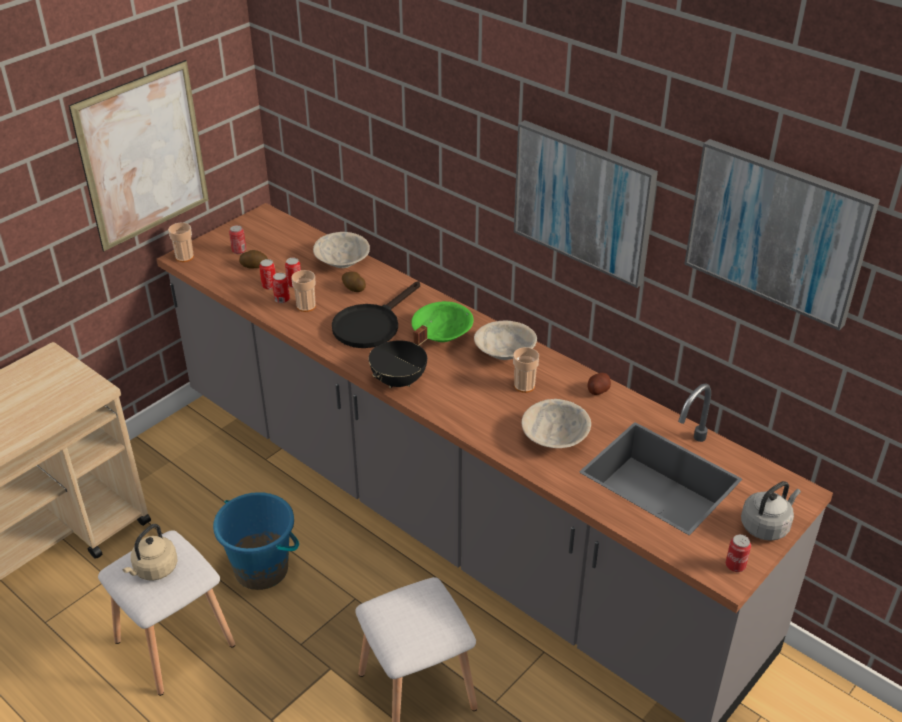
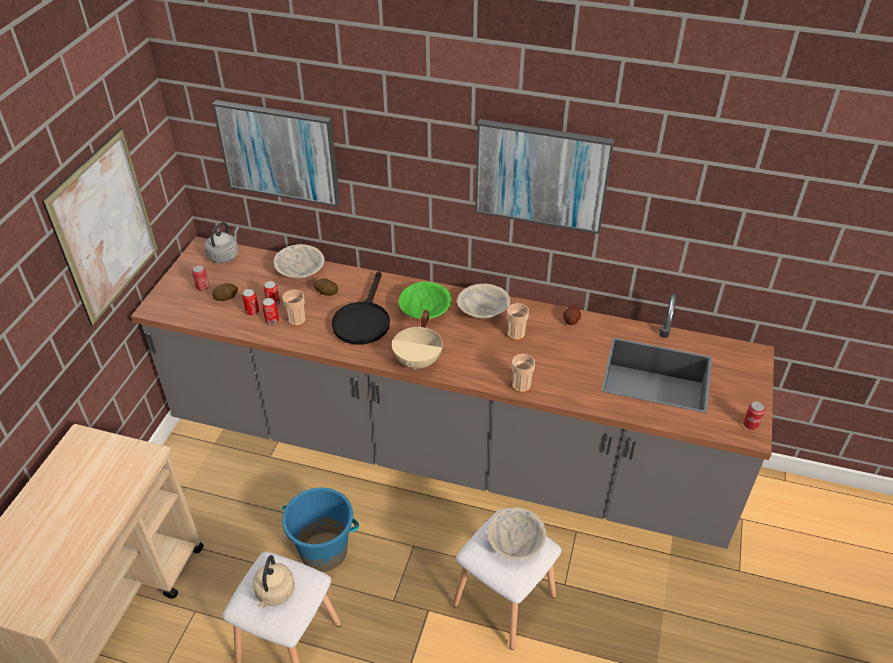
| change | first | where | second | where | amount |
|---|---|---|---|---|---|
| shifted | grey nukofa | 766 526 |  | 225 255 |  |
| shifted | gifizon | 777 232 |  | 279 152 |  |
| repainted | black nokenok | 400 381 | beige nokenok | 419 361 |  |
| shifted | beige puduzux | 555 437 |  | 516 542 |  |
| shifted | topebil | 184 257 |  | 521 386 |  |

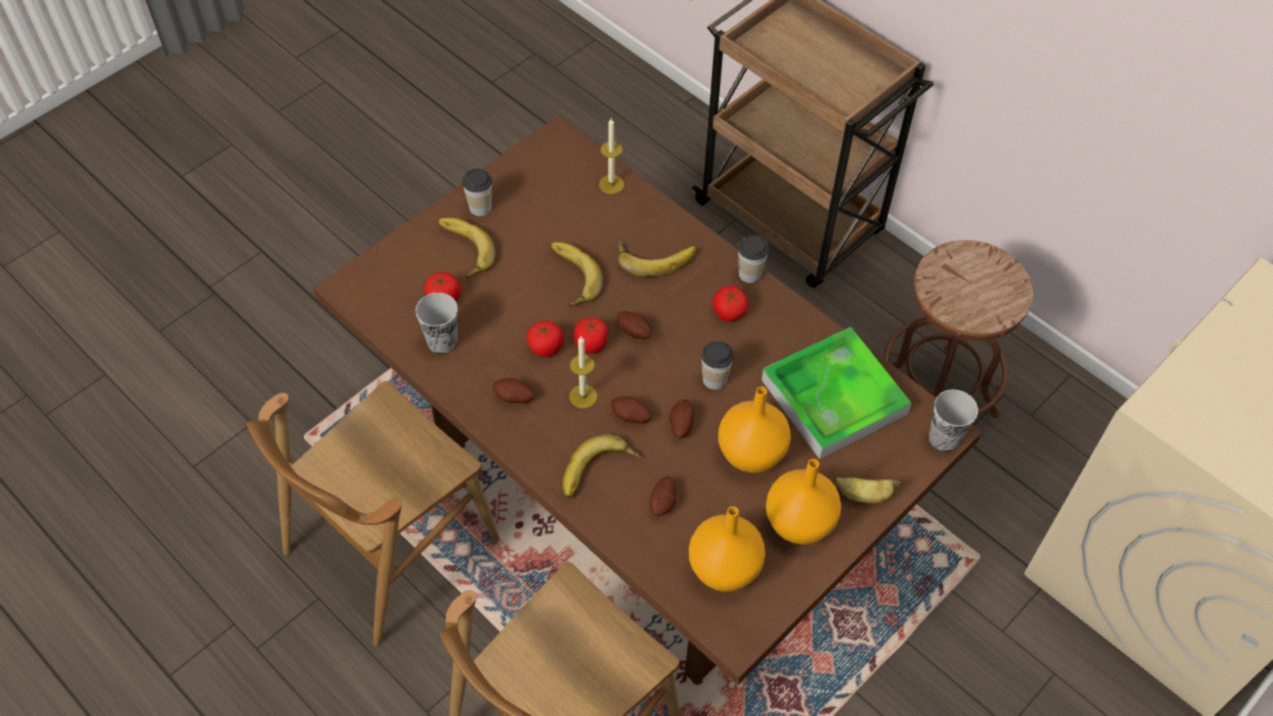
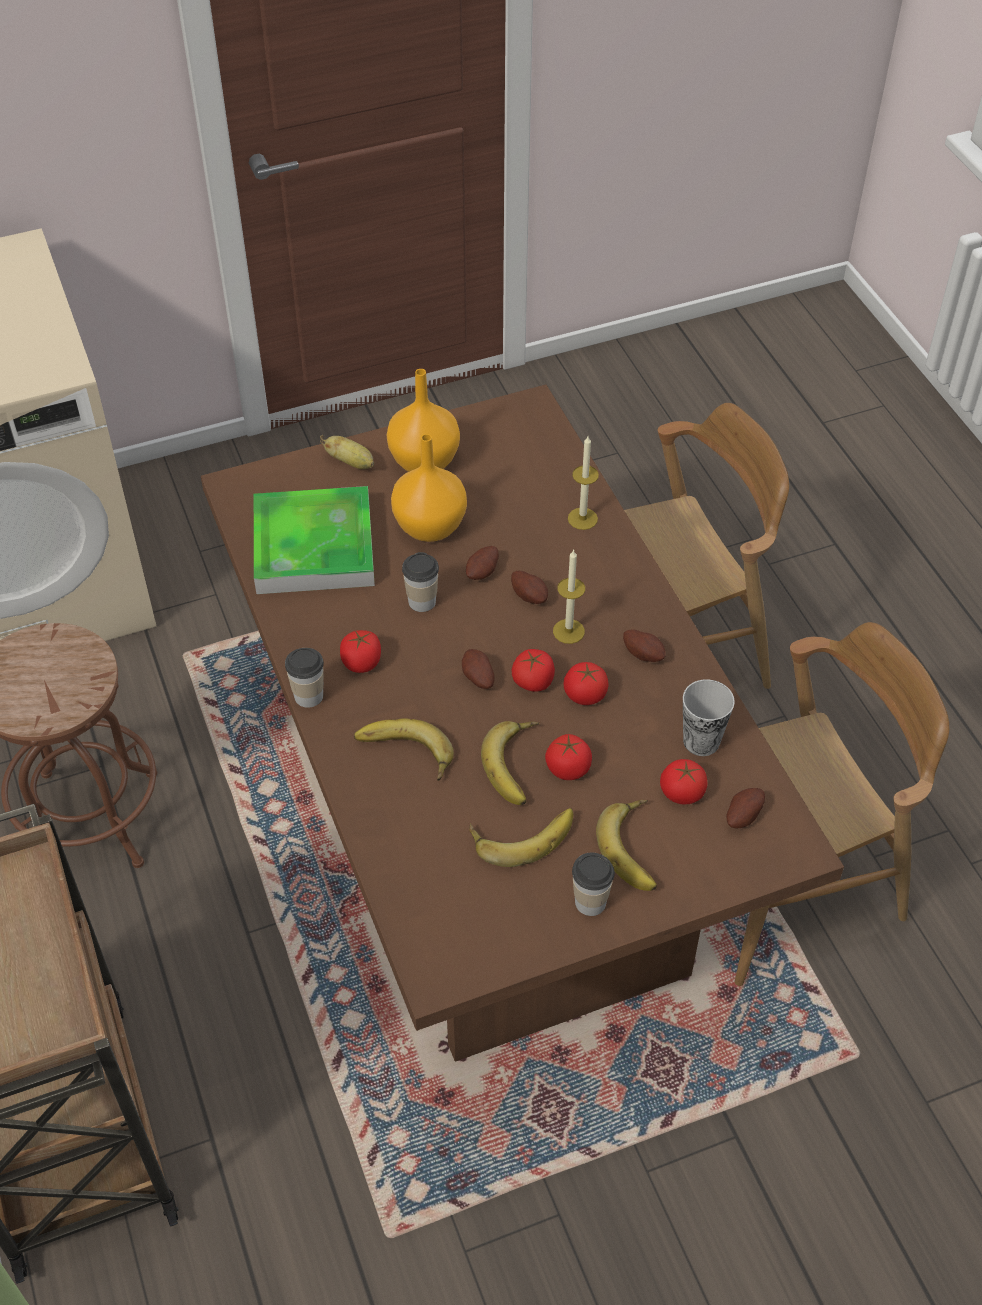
| change | first | where | second | where | amount |
|---|---|---|---|---|---|
| shifted | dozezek | 598 473 |  | 522 834 |  |
| new |  |  | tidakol | 568 768 |  |
| shifted | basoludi | 611 184 |  | 582 518 |  |
| shifted | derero | 663 502 |  | 742 815 |  |
| gone | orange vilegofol | 725 569 |  |  |  |
| gone | topebil | 944 438 |  |  |  |

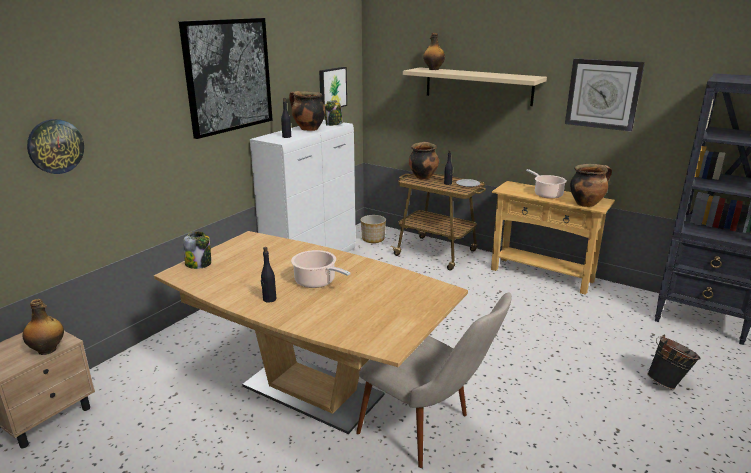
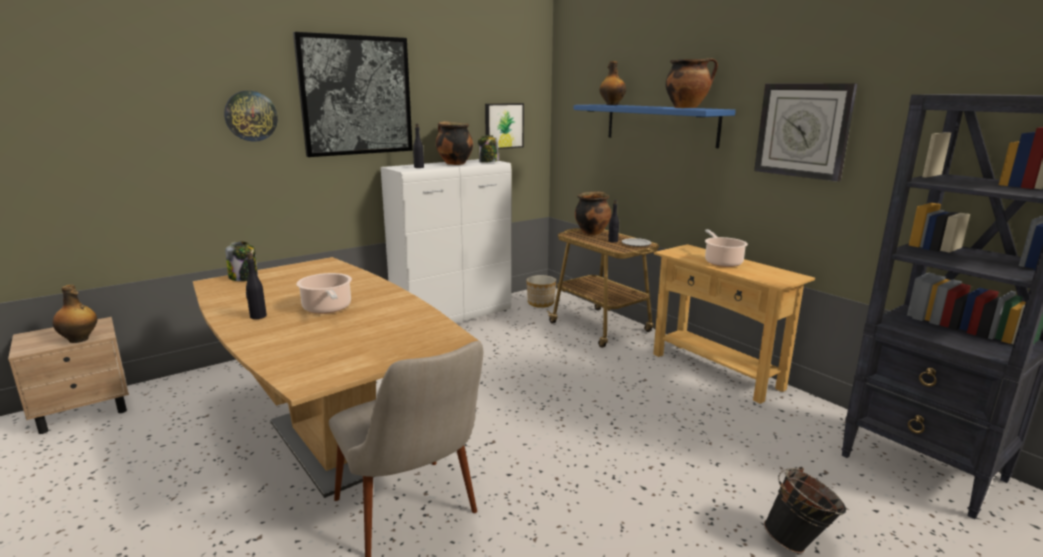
| change | first | where | second | where | amount |
|---|---|---|---|---|---|
| shifted | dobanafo | 55 146 |  | 251 116 |  |
| repainted | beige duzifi | 478 86 | blue duzifi | 660 124 |  |
| shifted | nokenok | 586 204 |  | 687 108 |  |

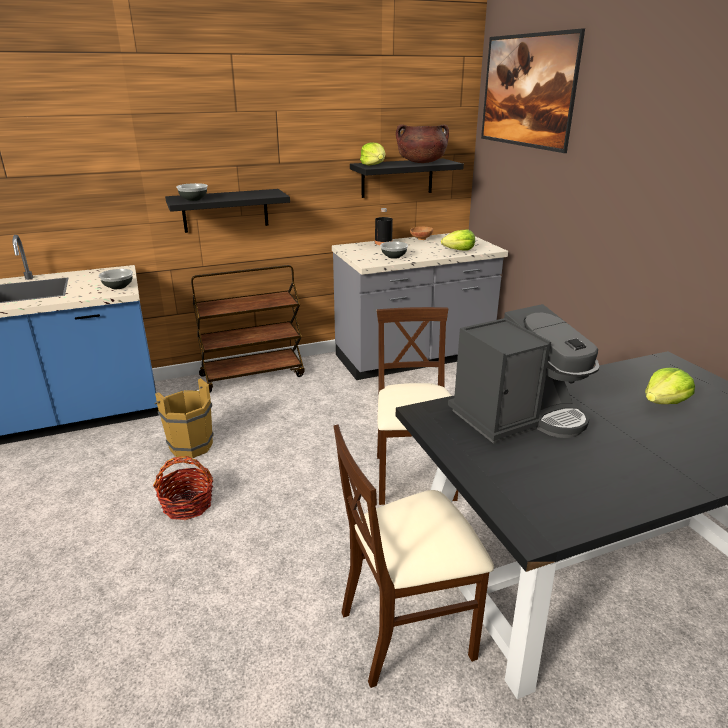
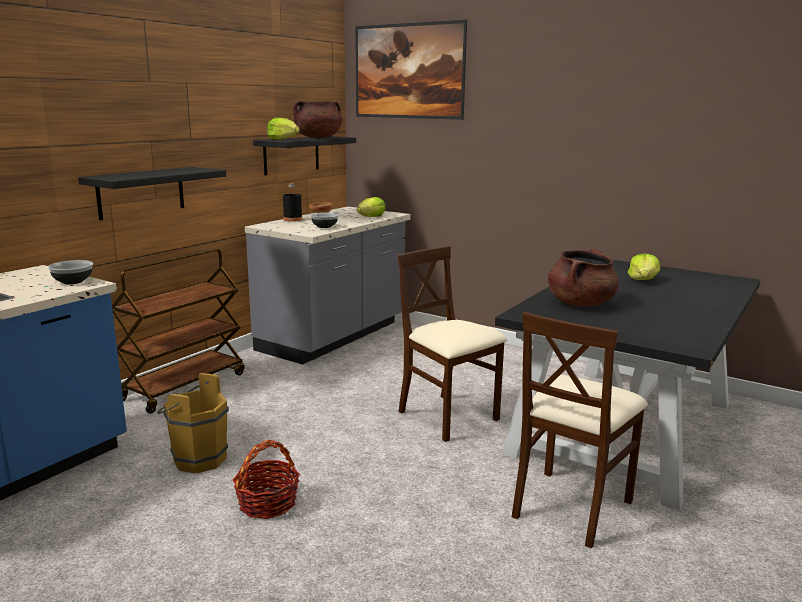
| change | first | where | second | where | amount |
|---|---|---|---|---|---|
| swapped | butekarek | 518 416 | brown nokenok | 580 303 |  |
| gone | puduzux | 194 199 |  |  |  |

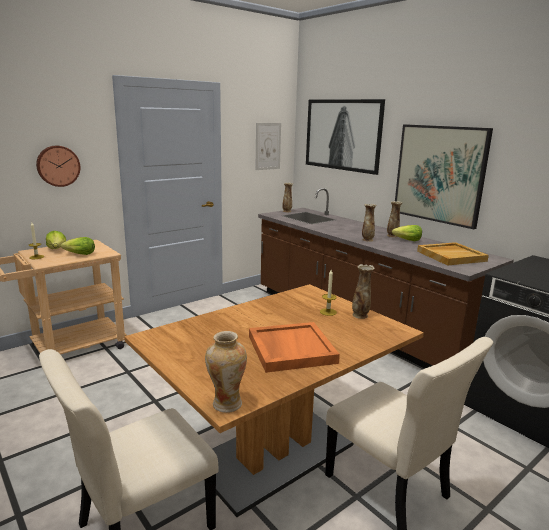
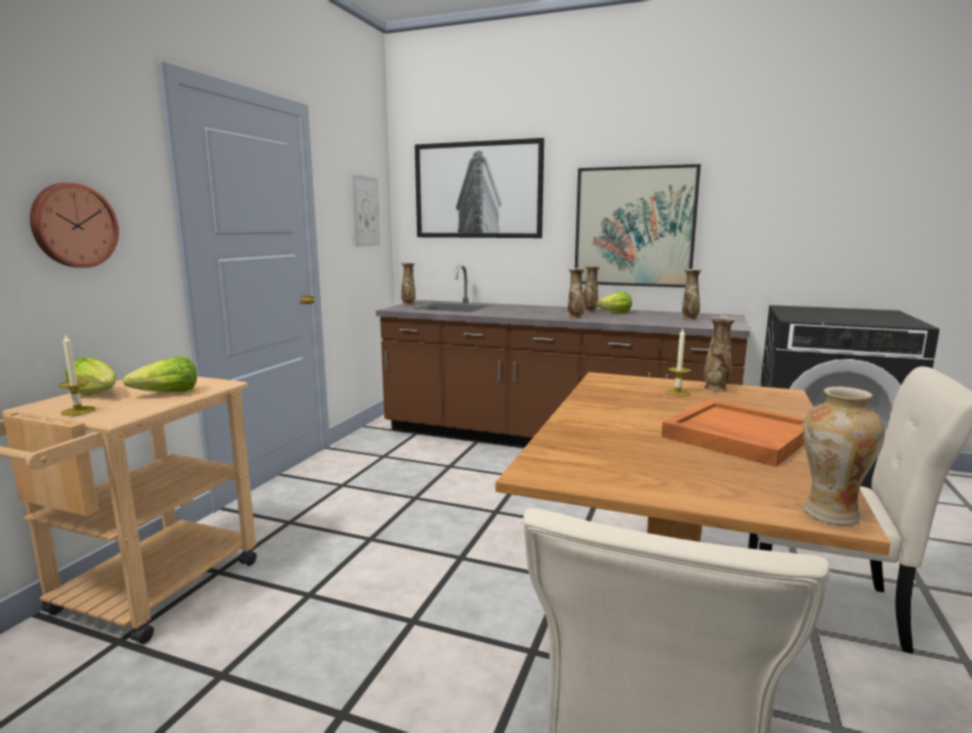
| change | first | where | second | where | amount |
|---|---|---|---|---|---|
| swapped | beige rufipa | 451 256 | vilegofol | 689 319 |  |

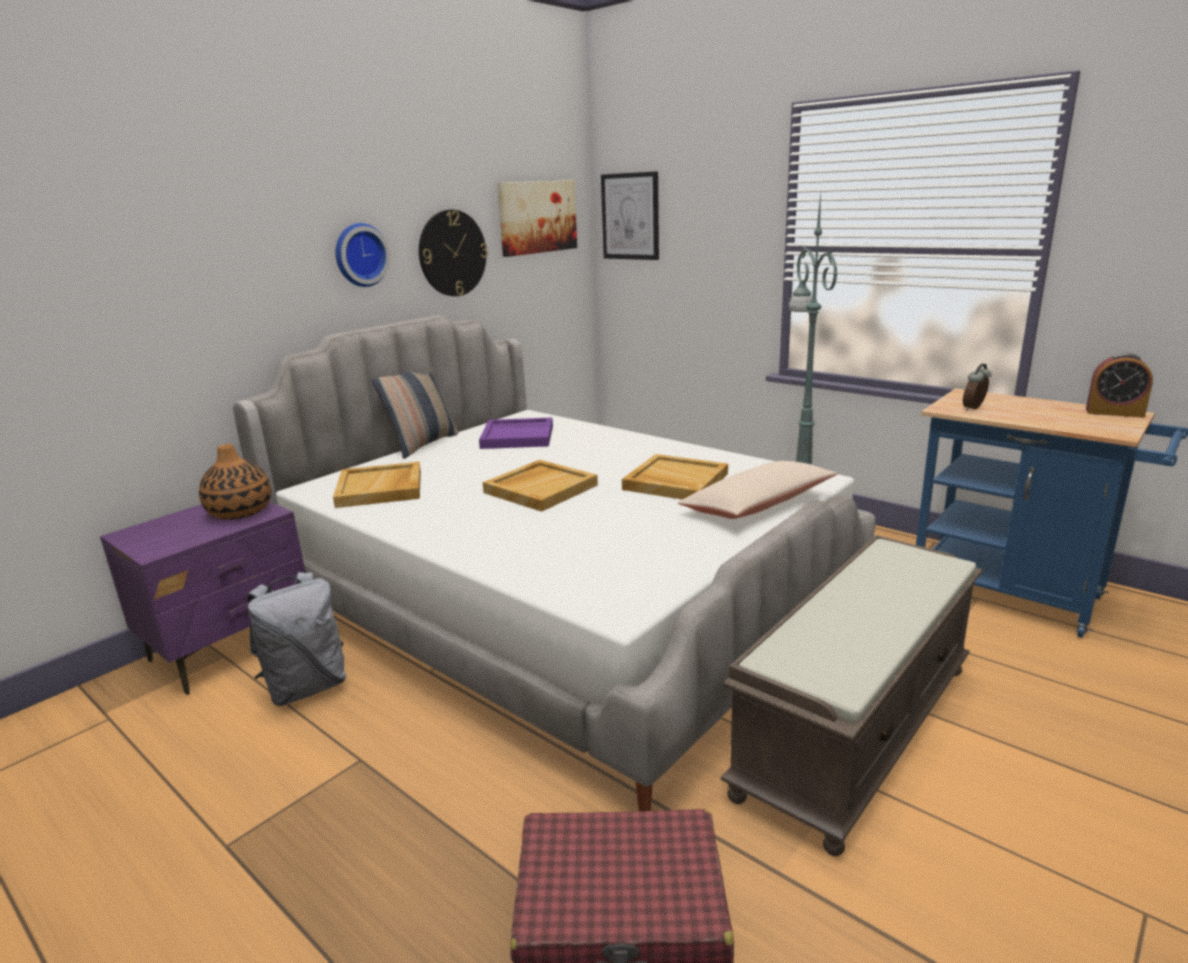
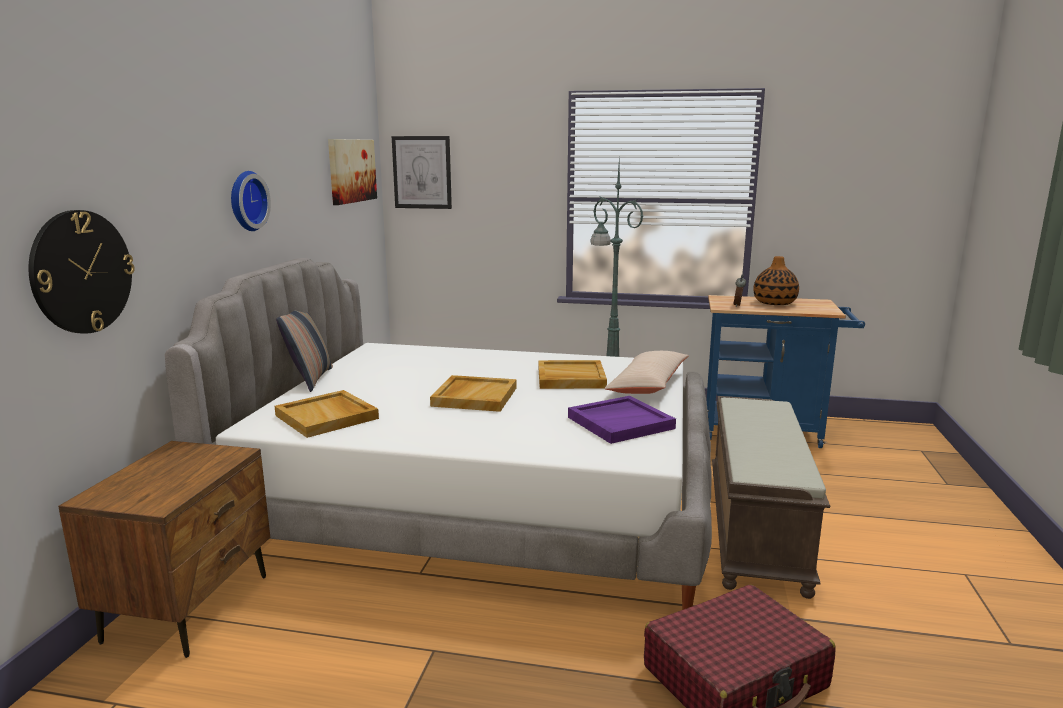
| change | first | where | second | where | amount |
|---|---|---|---|---|---|
| shifted | dobanafo | 452 253 |  | 81 272 |  |
| repainted | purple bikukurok | 231 648 | brown bikukurok | 190 607 |  |
| shifted | purple rufipa | 518 436 |  | 620 422 |  |
| shifted | vilegofol | 240 512 |  | 774 303 |  |
| gone | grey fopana | 307 687 |  |  |  |
| gone | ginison | 1114 412 |  |  |  |

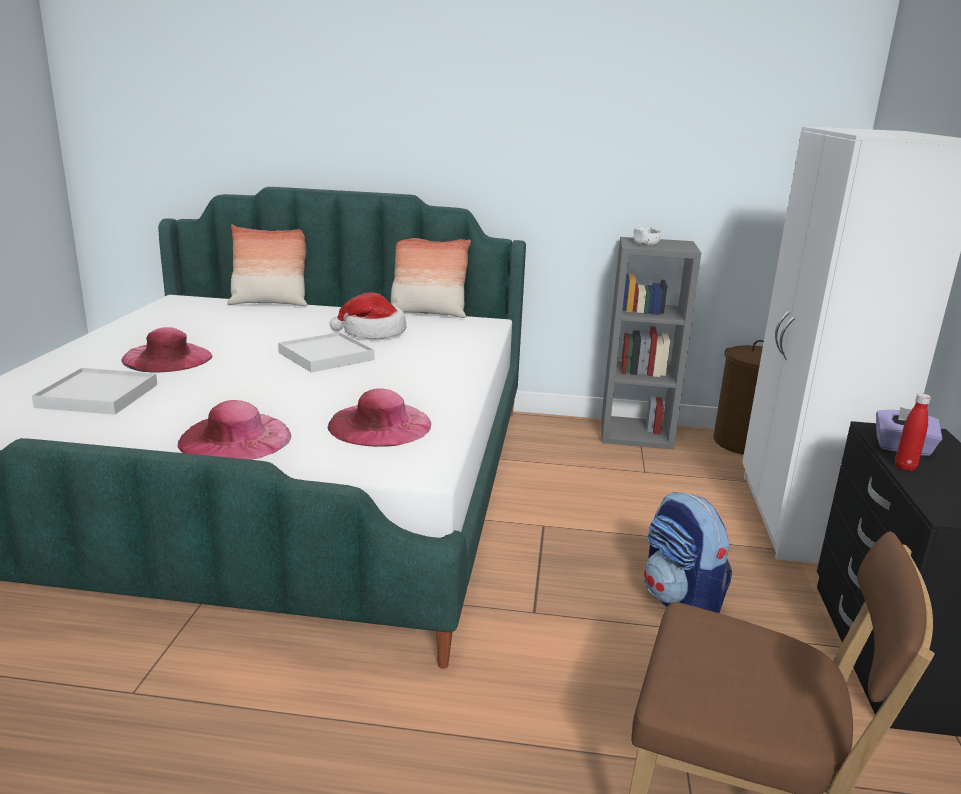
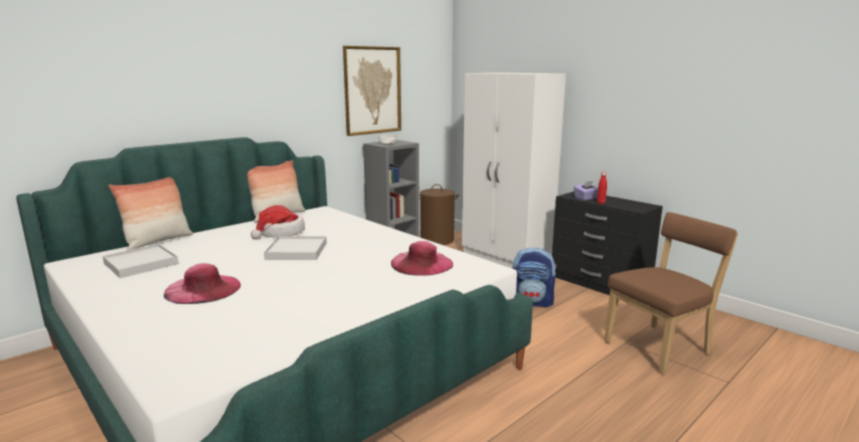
| change | first | where | second | where | amount |
|---|---|---|---|---|---|
| shifted | white rufipa | 98 396 |  | 141 263 |  |
| new |  |  | gifizon | 372 90 |  |
| gone | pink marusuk | 235 438 |  |  |  |

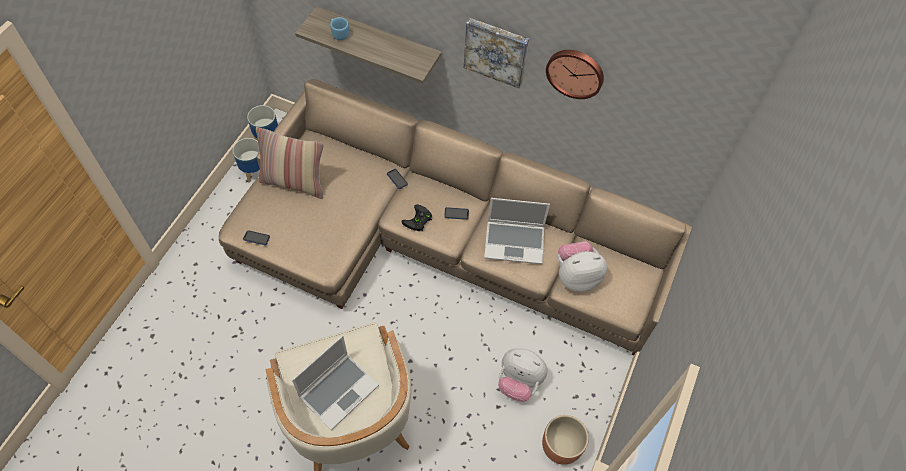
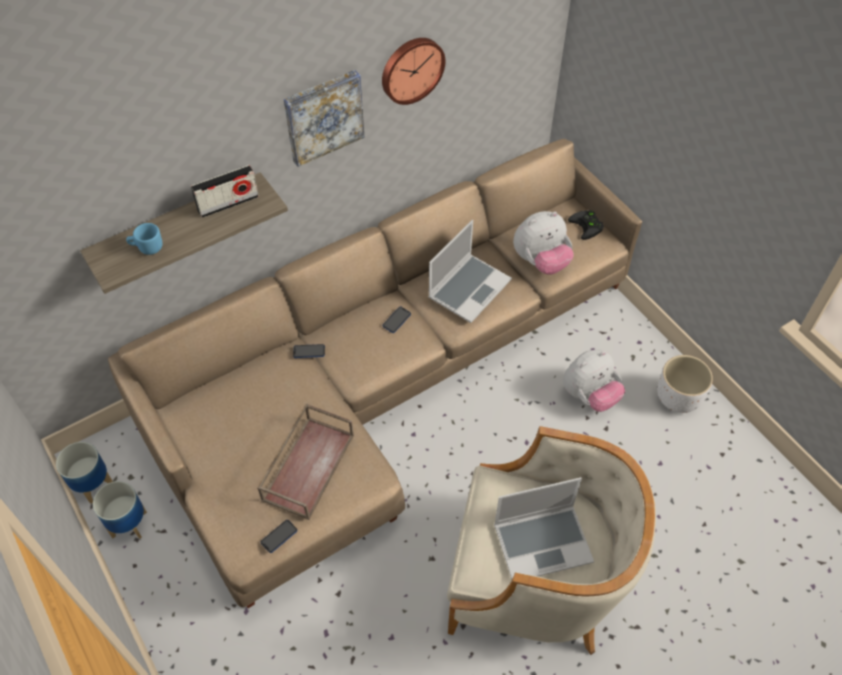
| change | first | where | second | where | amount |
|---|---|---|---|---|---|
| new |  |  | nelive | 228 203 |  |
| new |  |  | brown rufipa | 308 465 |  |
| rotated | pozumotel | 339 390 |  | 543 542 | 90 degrees clockwise |
| rotated | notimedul | 576 276 |  | 541 261 | 135 degrees counterclockwise |
| shifted | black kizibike | 418 220 |  | 588 226 |  |
| repainted | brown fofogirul | 561 447 | white fofogirul | 678 398 |  |
| gone | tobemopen | 294 182 |  |  |  |

